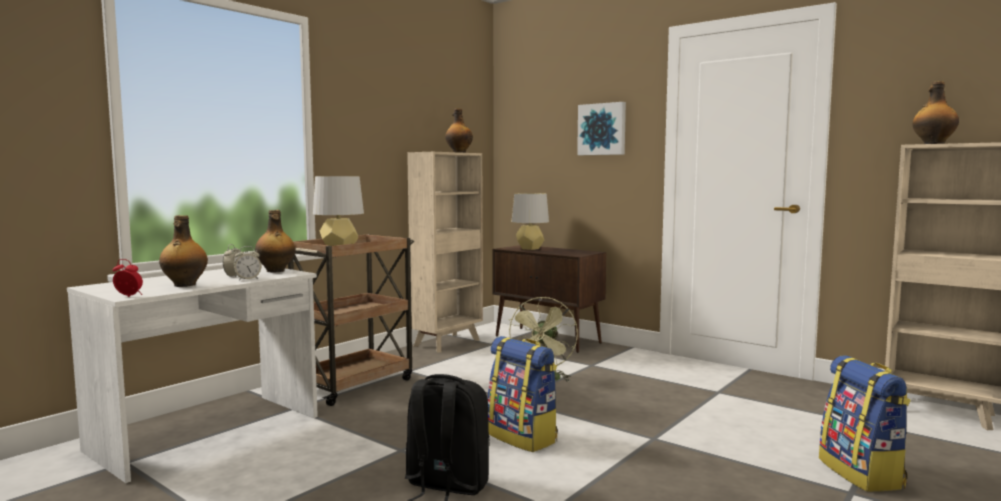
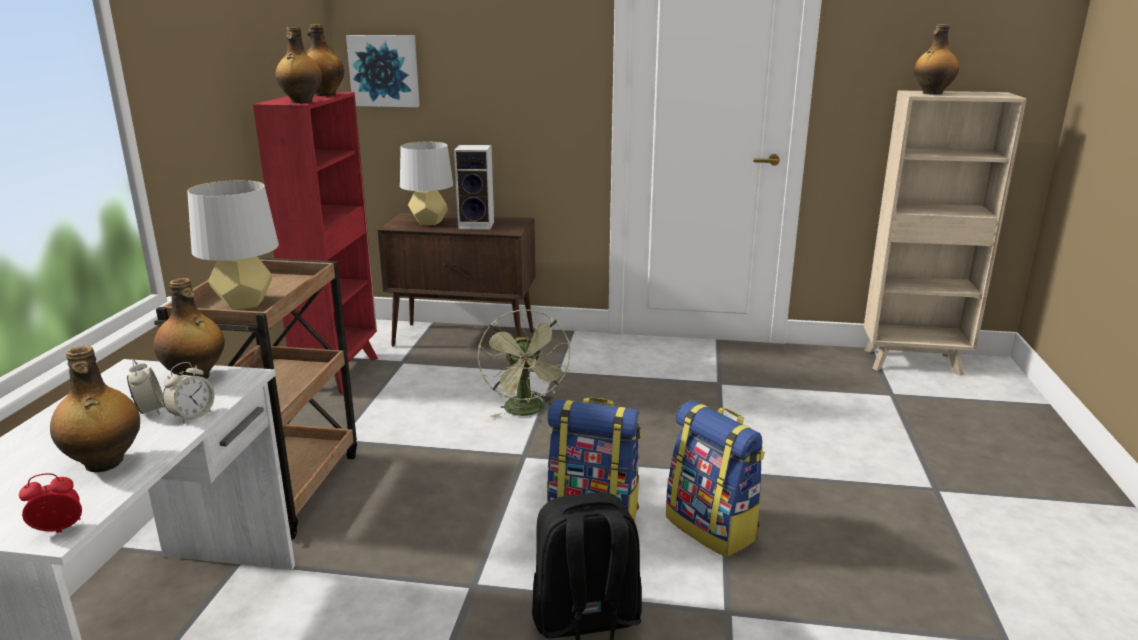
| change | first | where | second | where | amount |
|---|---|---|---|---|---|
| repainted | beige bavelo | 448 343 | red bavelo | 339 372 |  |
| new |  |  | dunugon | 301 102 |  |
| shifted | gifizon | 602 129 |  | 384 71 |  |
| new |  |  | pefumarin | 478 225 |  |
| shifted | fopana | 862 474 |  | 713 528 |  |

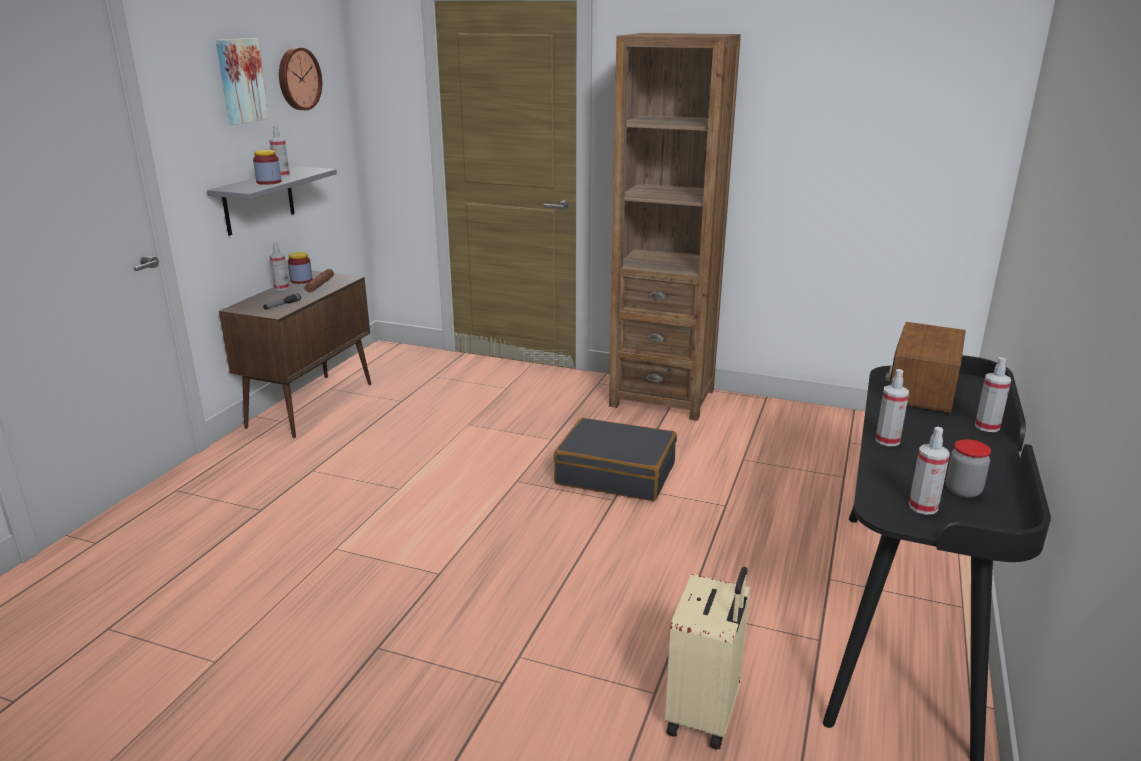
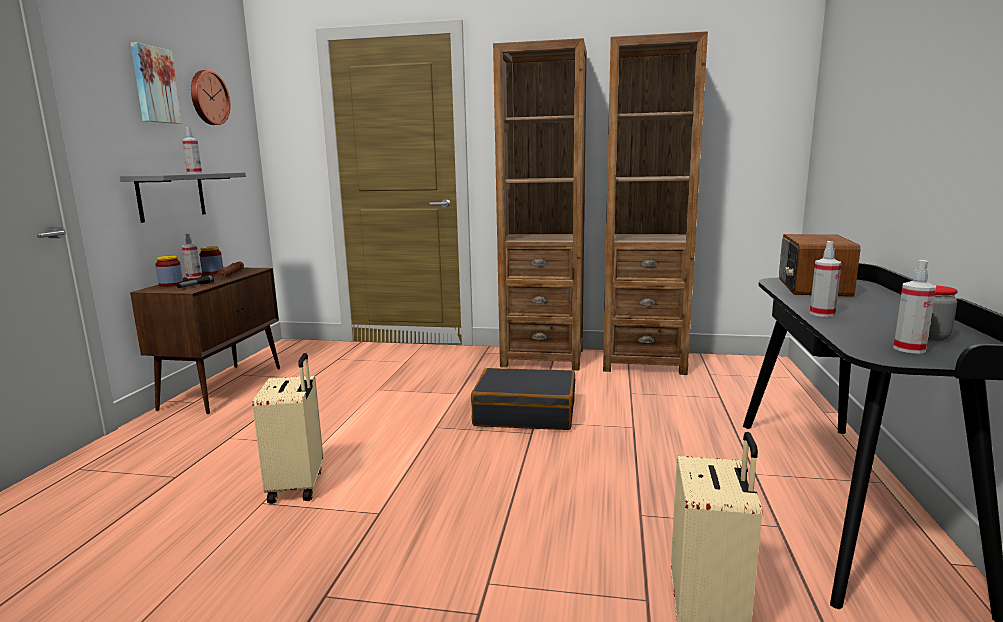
| change | first | where | second | where | amount |
|---|---|---|---|---|---|
| shifted | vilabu | 269 182 |  | 171 284 |  |
| new |  |  | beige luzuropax | 298 486 |  |
| new |  |  | brown bavelo | 643 362 |  |
| gone | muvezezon | 987 427 |  |  |  |

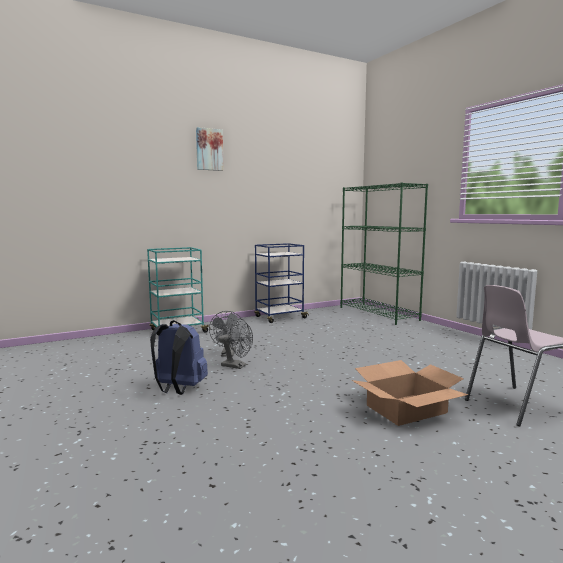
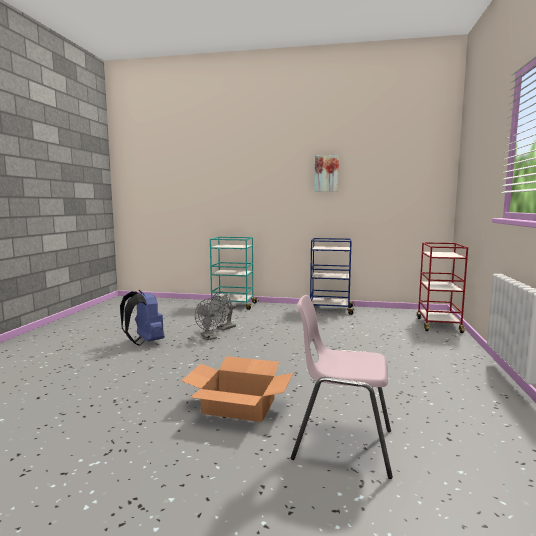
| change | first | where | second | where | amount |
|---|---|---|---|---|---|
| shifted | gifizon | 209 149 |  | 326 173 |  |
| swapped | green bavelo | 378 313 | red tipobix | 438 325 |  |

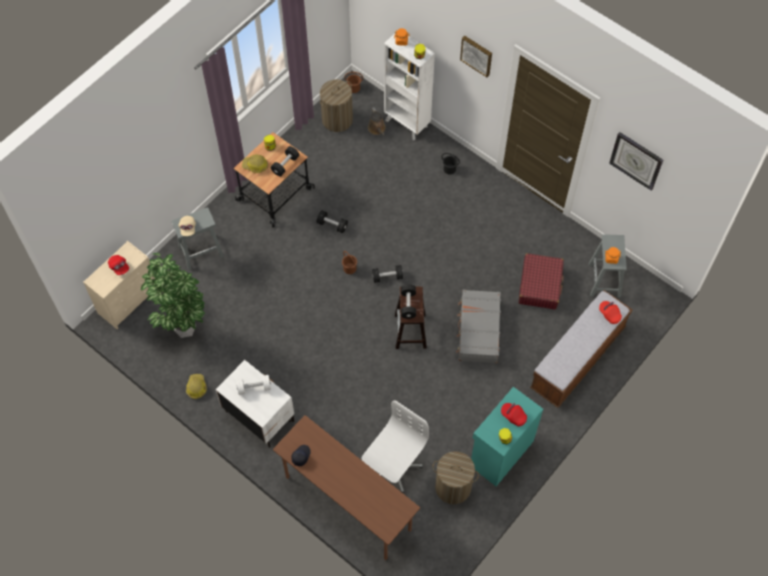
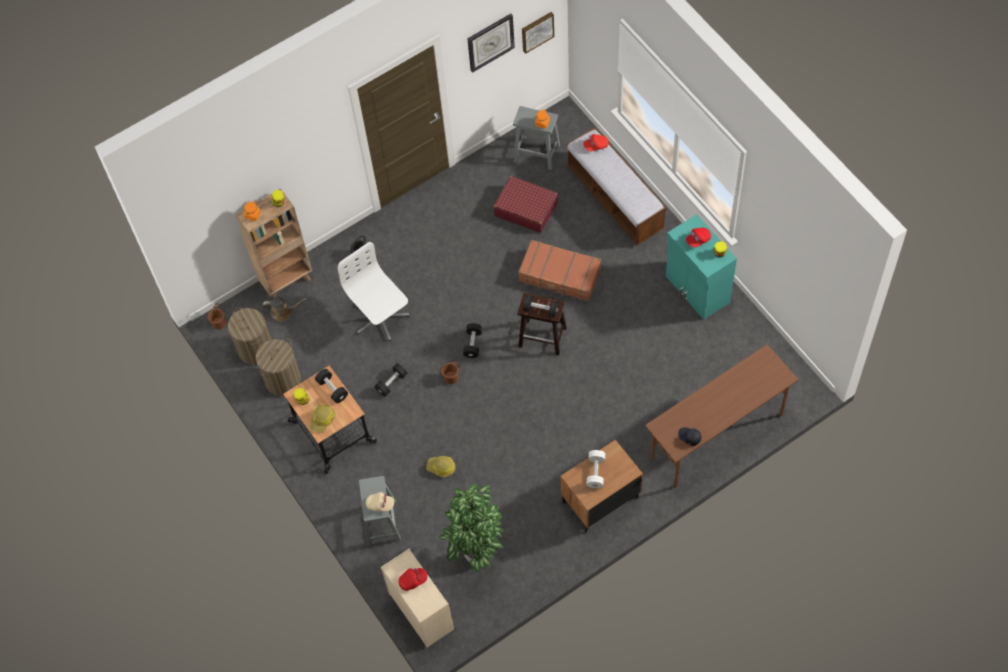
| change | first | where | second | where | amount |
|---|---|---|---|---|---|
| repainted | white bavelo | 407 124 | brown bavelo | 287 281 |  |
| shifted | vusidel | 453 487 |  | 283 380 |  |
| shifted | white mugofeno | 393 466 |  | 380 318 |  |
| shifted | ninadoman | 196 387 |  | 441 467 |  |
| repainted | grey luzuropax | 478 330 | brown luzuropax | 560 276 |  |
| shifted | gifizon | 477 55 |  | 537 31 |  |
| repainted | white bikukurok | 259 416 | brown bikukurok | 600 501 |  |

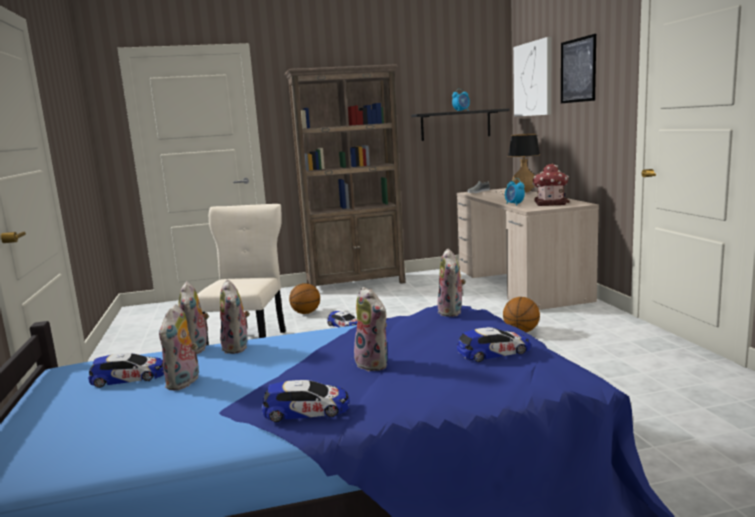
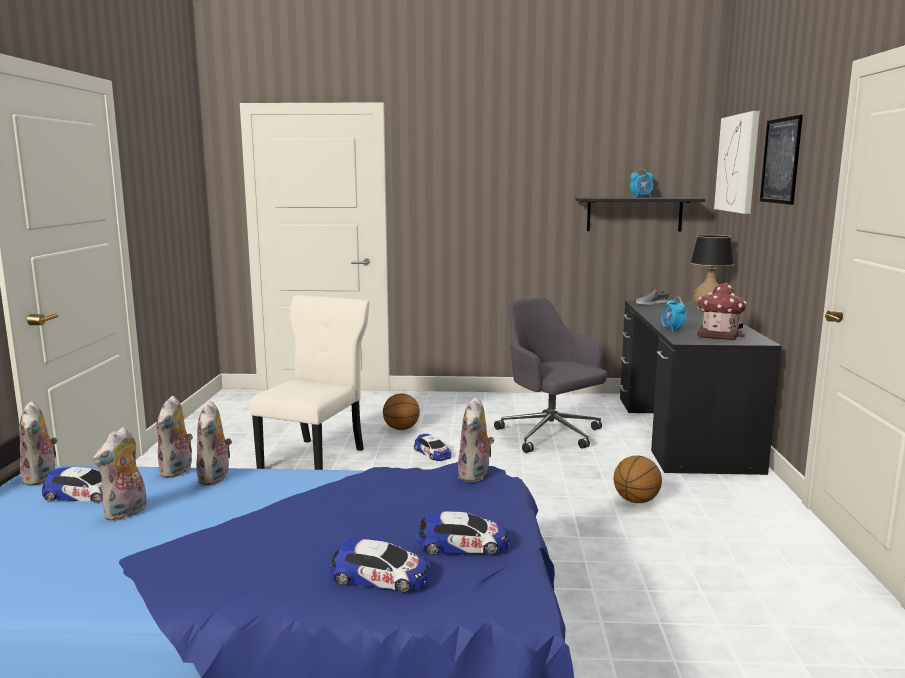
| change | first | where | second | where | amount |
|---|---|---|---|---|---|
| shifted | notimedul | 374 364 |  | 42 478 |  |
| shifted | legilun | 307 410 |  | 381 577 |  |
| new |  |  | grey mugofeno | 551 435 |  |
| repainted | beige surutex | 519 284 | black surutex | 682 431 |  |
| gone | brown bavelo | 356 284 |  |  |  |

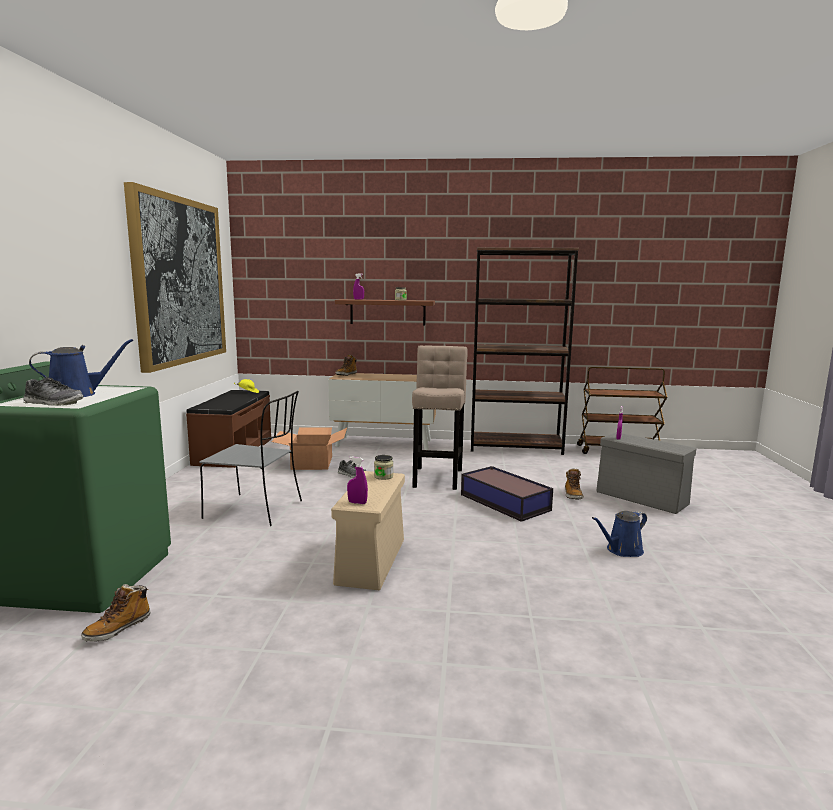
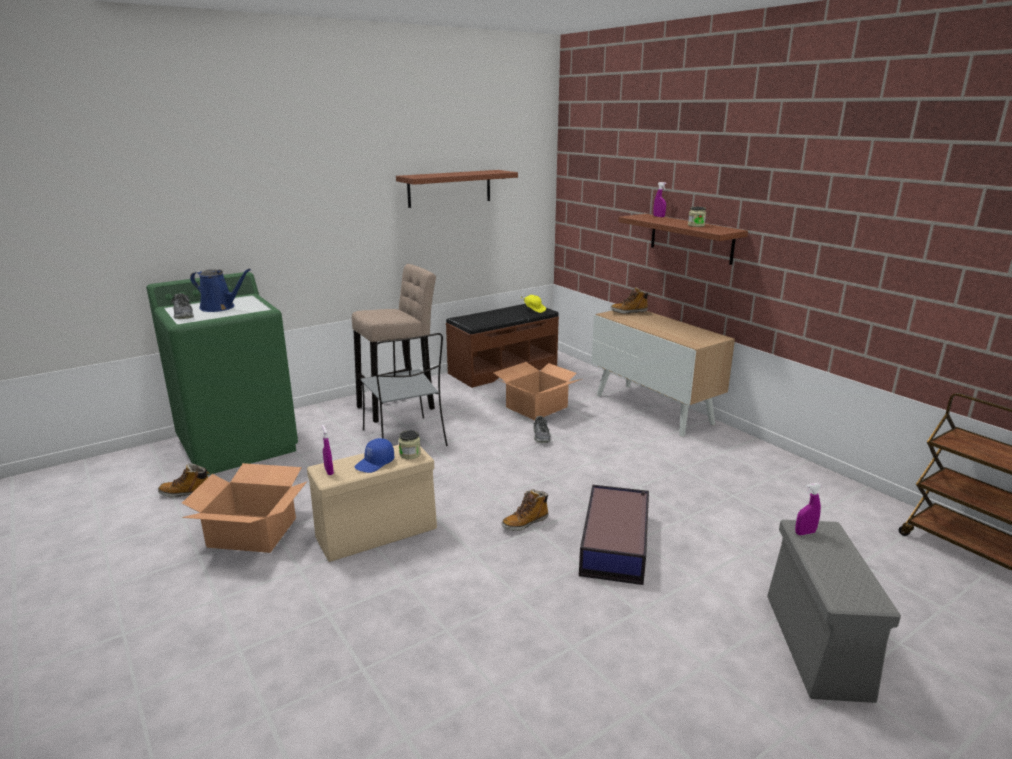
| change | first | where | second | where | amount |
|---|---|---|---|---|---|
| new |  |  | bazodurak | 252 532 |  |
| shifted | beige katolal | 438 477 |  | 399 406 |  |
| new |  |  | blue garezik | 375 463 |  |
| swapped | gifizon | 179 281 | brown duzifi | 449 188 |  |
| shifted | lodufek | 572 495 |  | 525 523 |  |
| gone | brown bavelo | 516 447 |  |  |  |
| gone | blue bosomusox | 622 550 |  |  |  |

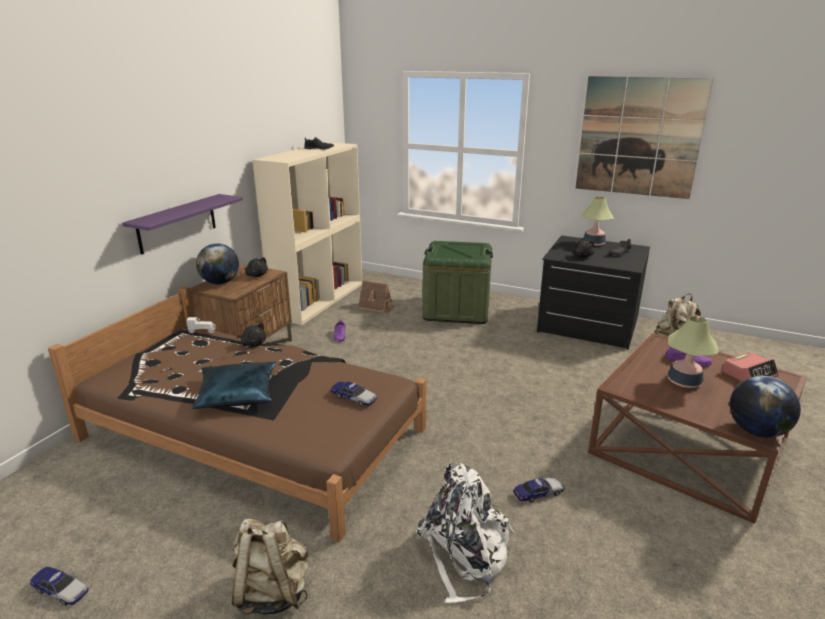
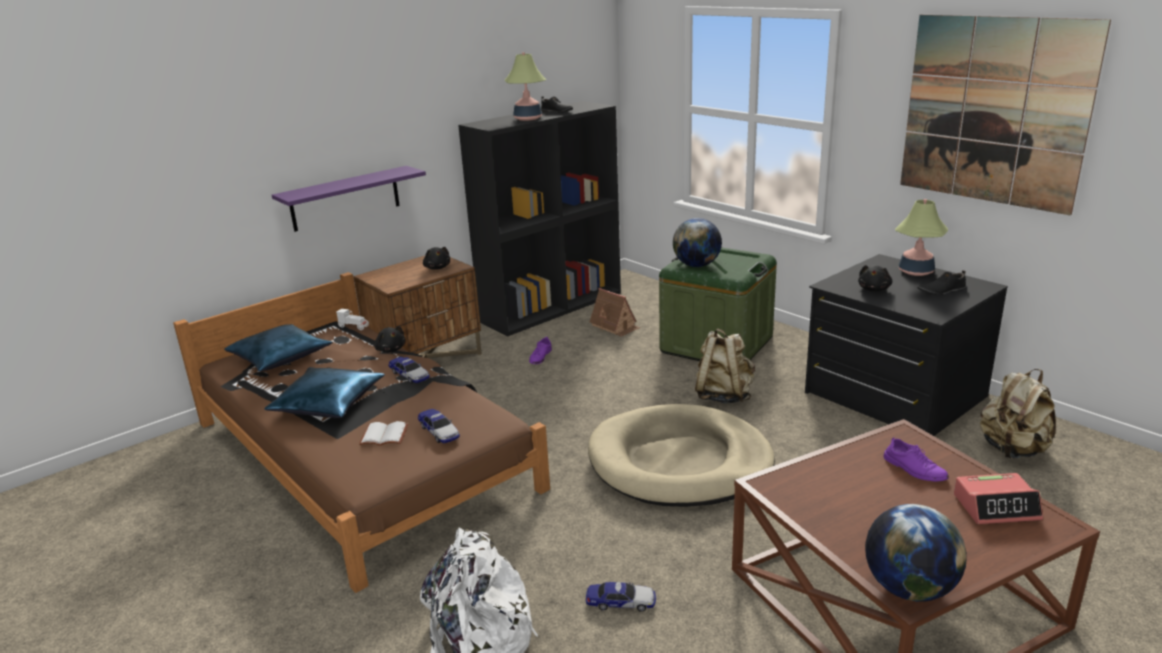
| change | first | where | second | where | amount |
|---|---|---|---|---|---|
| new |  |  | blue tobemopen | 280 357 |  |
| new |  |  | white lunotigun | 385 435 |  |
| shifted | legilun | 60 590 |  | 409 375 |  |
| repainted | beige bavelo | 319 299 | black bavelo | 552 306 |  |
| shifted | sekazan | 684 382 |  | 528 118 |  |
| new |  |  | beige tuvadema | 679 462 |  |
| shifted | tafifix | 220 283 |  | 697 265 |  |
| shifted | beige fopana | 272 592 |  | 723 396 |  |

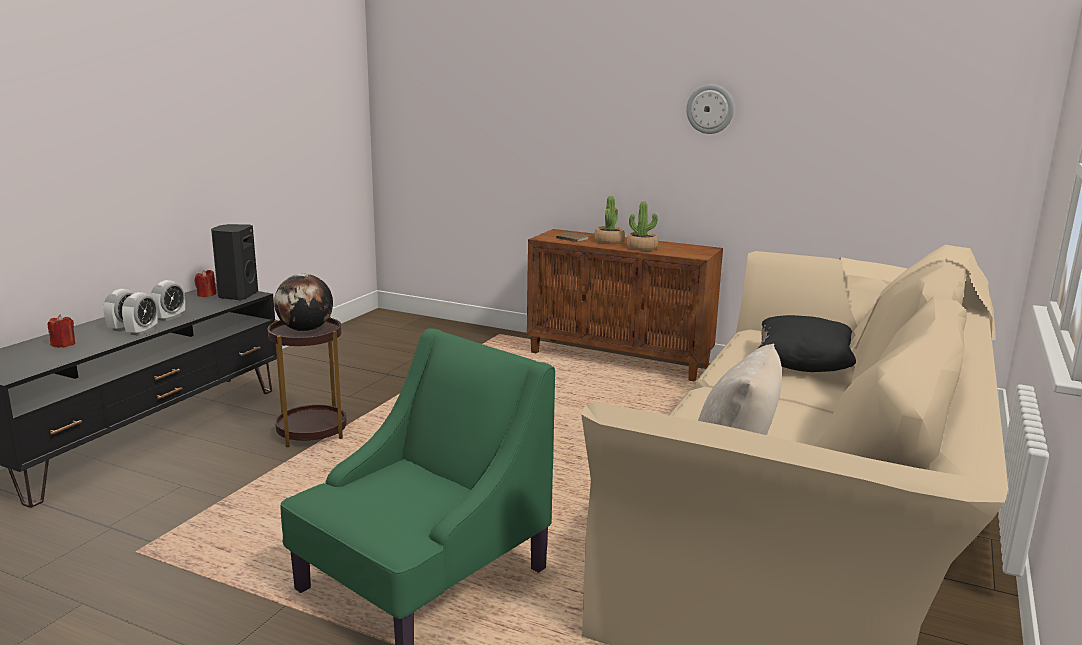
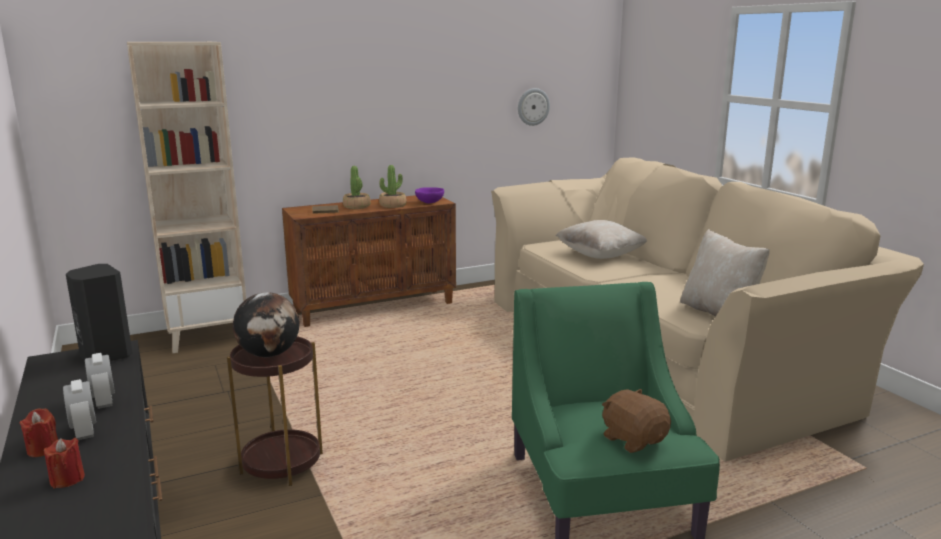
| change | first | where | second | where | amount |
|---|---|---|---|---|---|
| shifted | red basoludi | 206 294 |  | 43 449 |  |
| new |  |  | beige bavelo | 208 336 |  |
| new |  |  | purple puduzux | 429 202 |  |
| shifted | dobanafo | 710 109 |  | 533 106 |  |
| repainted | black tobemopen | 803 366 | beige tobemopen | 600 255 |  |
| new |  |  | brown notimedul | 633 439 |  |
| gone | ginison | 142 332 |  |  |  |

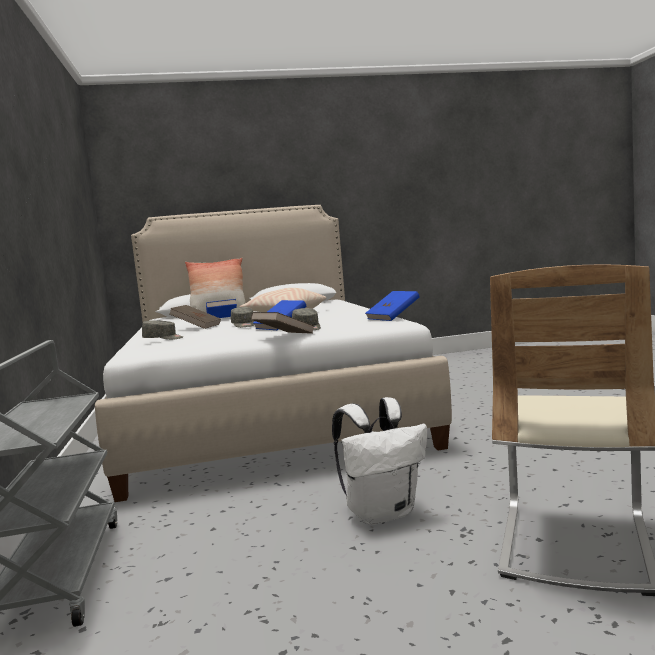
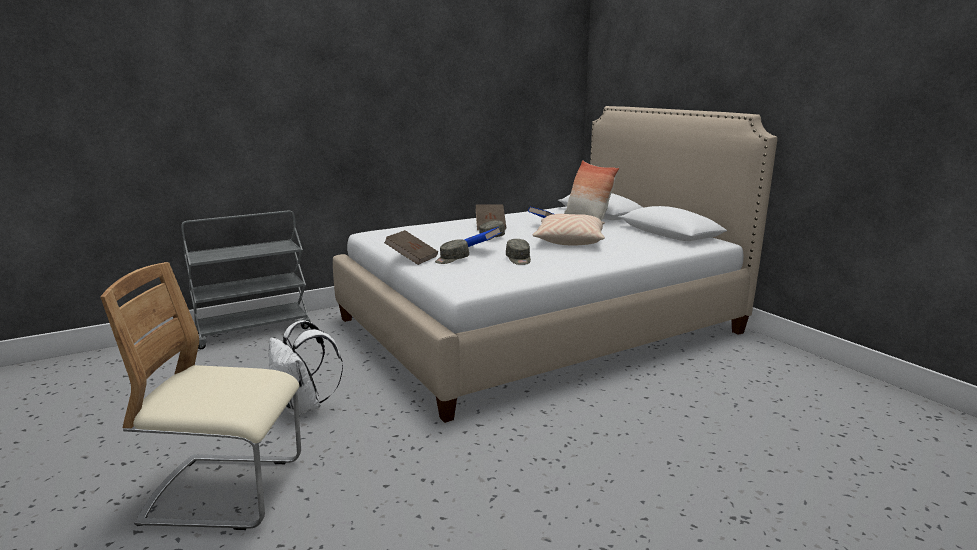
| change | first | where | second | where | amount |
|---|---|---|---|---|---|
| shifted | grey garezik | 163 339 |  | 518 259 |  |
| gone | blue lunotigun | 393 317 |  |  |  |

